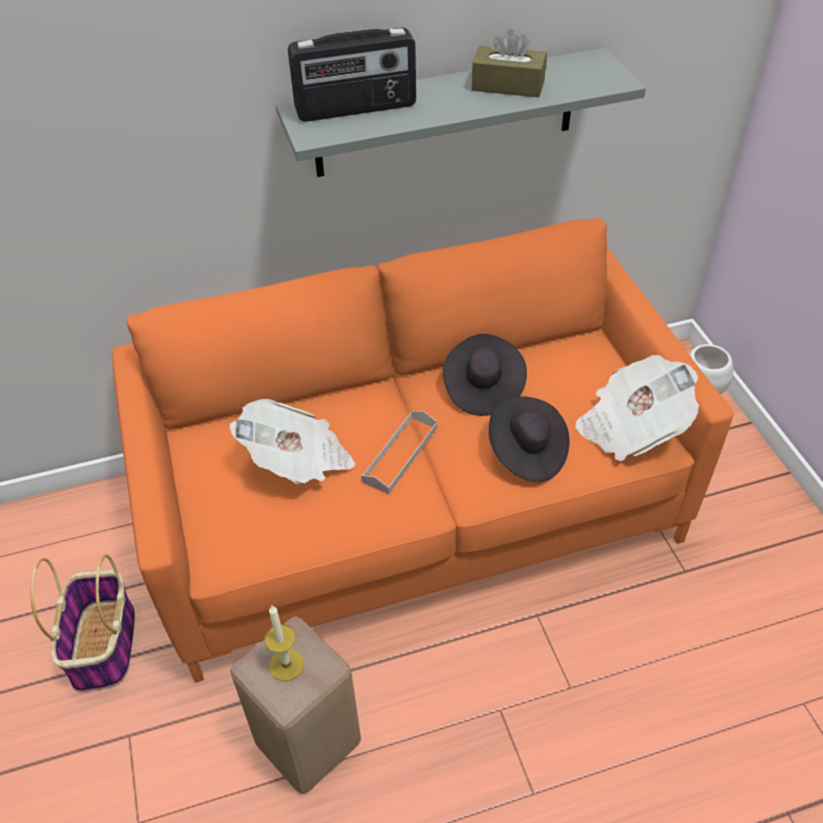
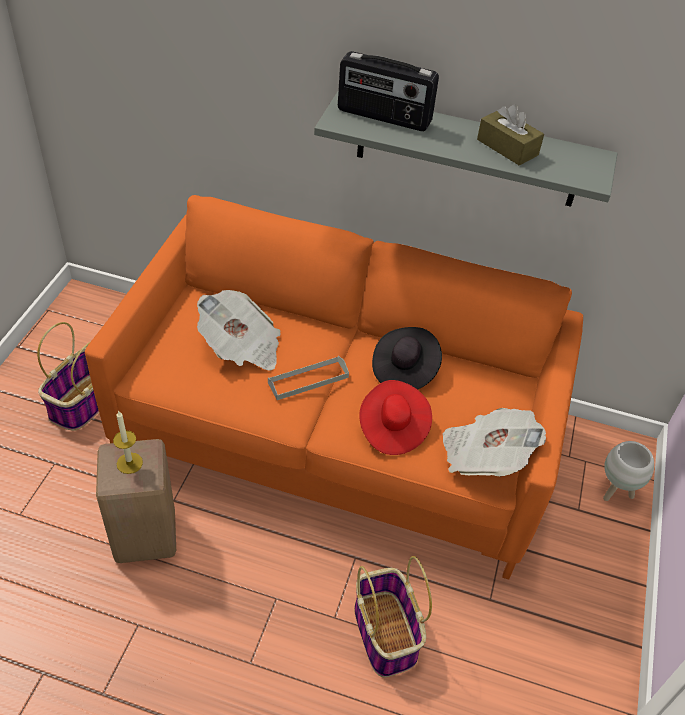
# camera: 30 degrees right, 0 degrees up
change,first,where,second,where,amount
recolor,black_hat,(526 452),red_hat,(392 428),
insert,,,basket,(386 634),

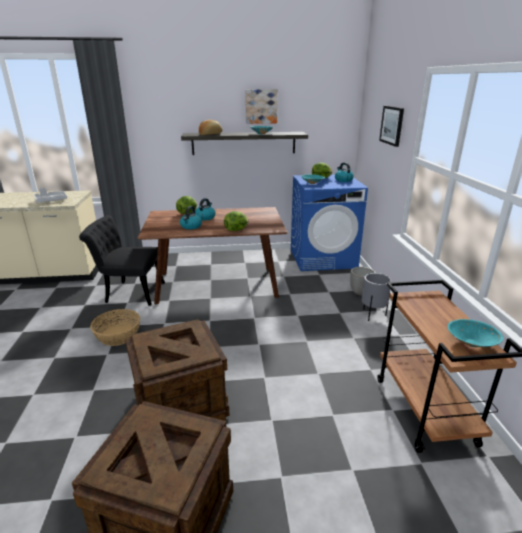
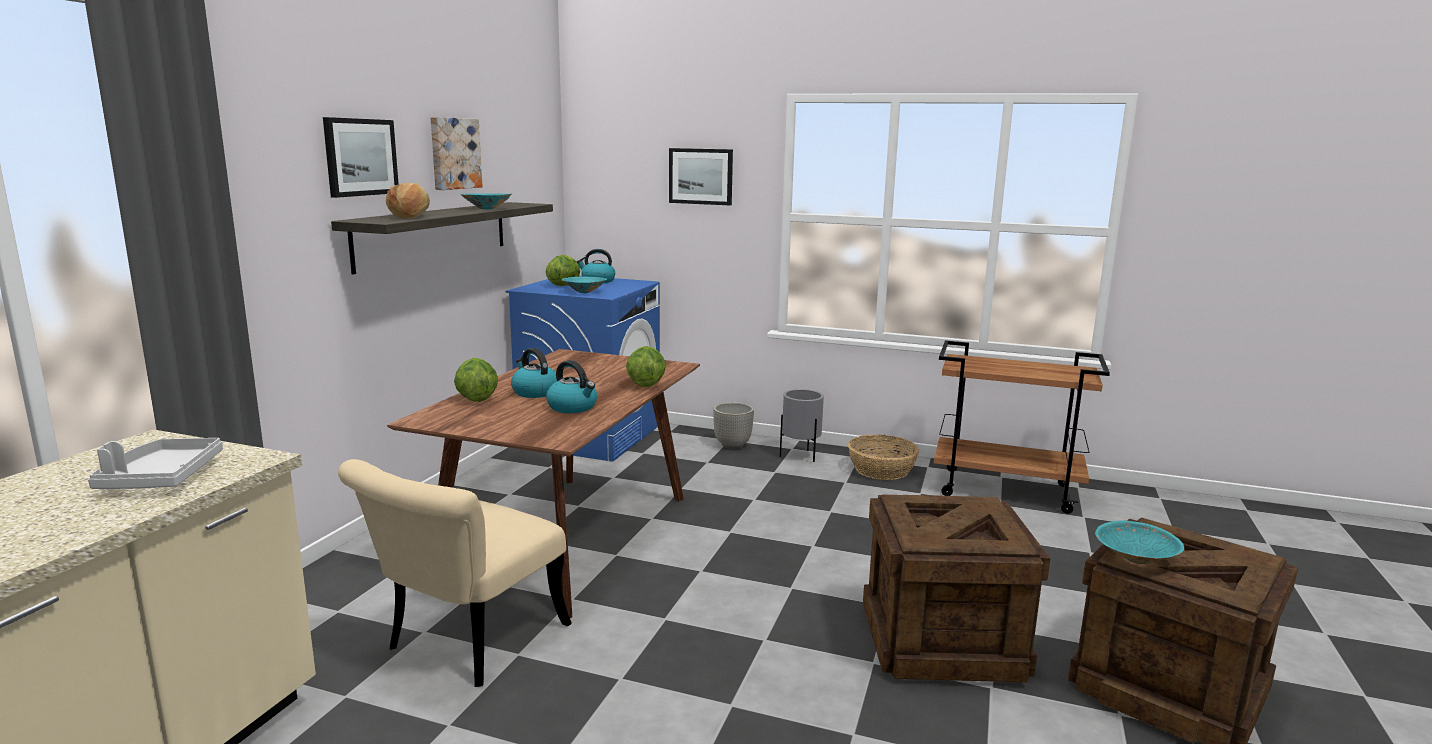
# camera: 65 degrees left, 10 degrees down
change,first,where,second,where,amount
recolor,black_chair,(129 292),beige_chair,(466 645),
move,basket,(118 335),,(881 470),
move,turquoise_bowl,(470 342),,(1134 559),
insert,,,picture,(360 157),

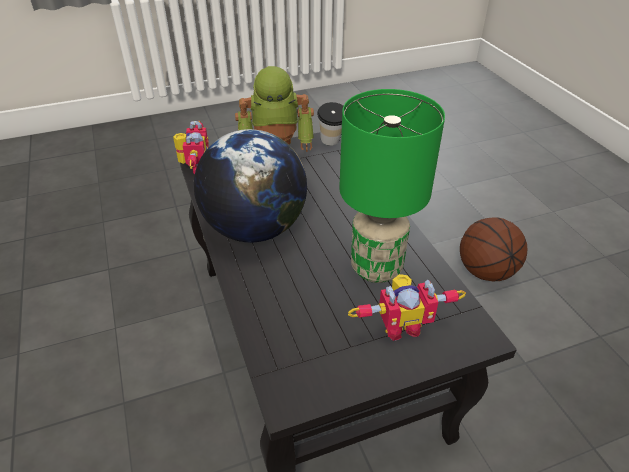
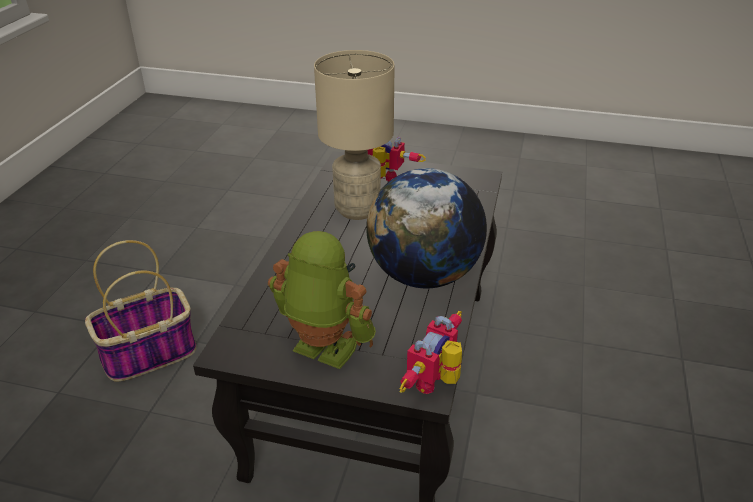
# camera: 145 degrees left, 5 degrees down
change,first,where,second,where,amount
delete,cup,(332 144),,,
recolor,green_table_lamp,(376 269),beige_table_lamp,(358 209),
replace,basketball,(485 271),basket,(148 355),

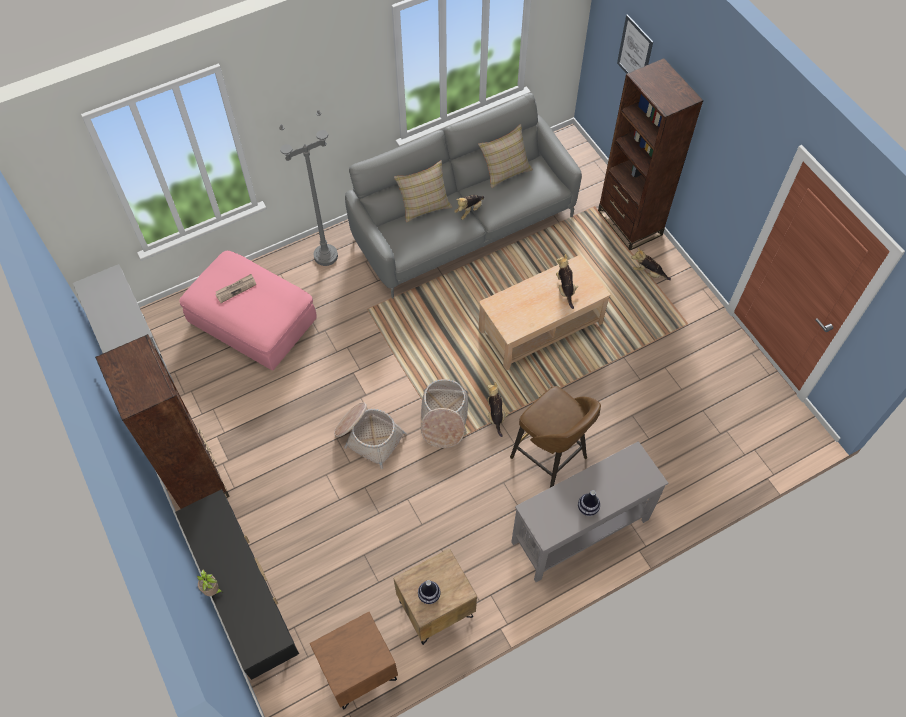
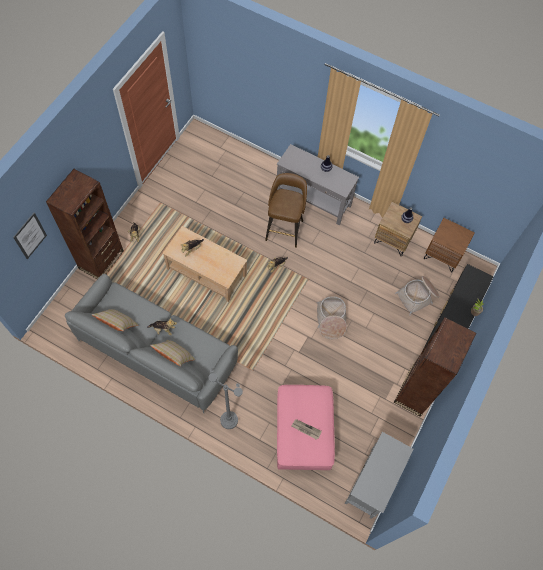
# camera: 125 degrees left, 5 degrees up
change,first,where,second,where,amount
move,basket,(443 418),,(418 296),

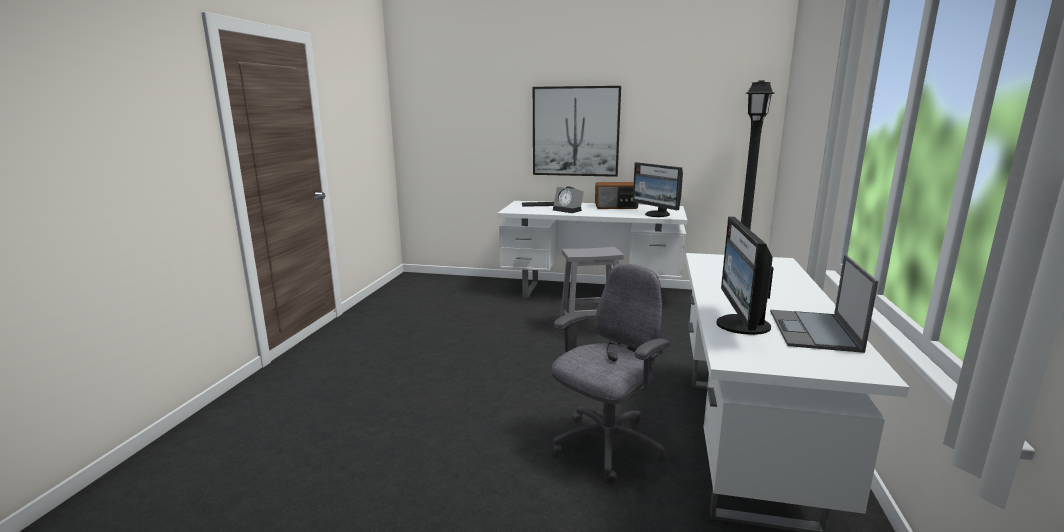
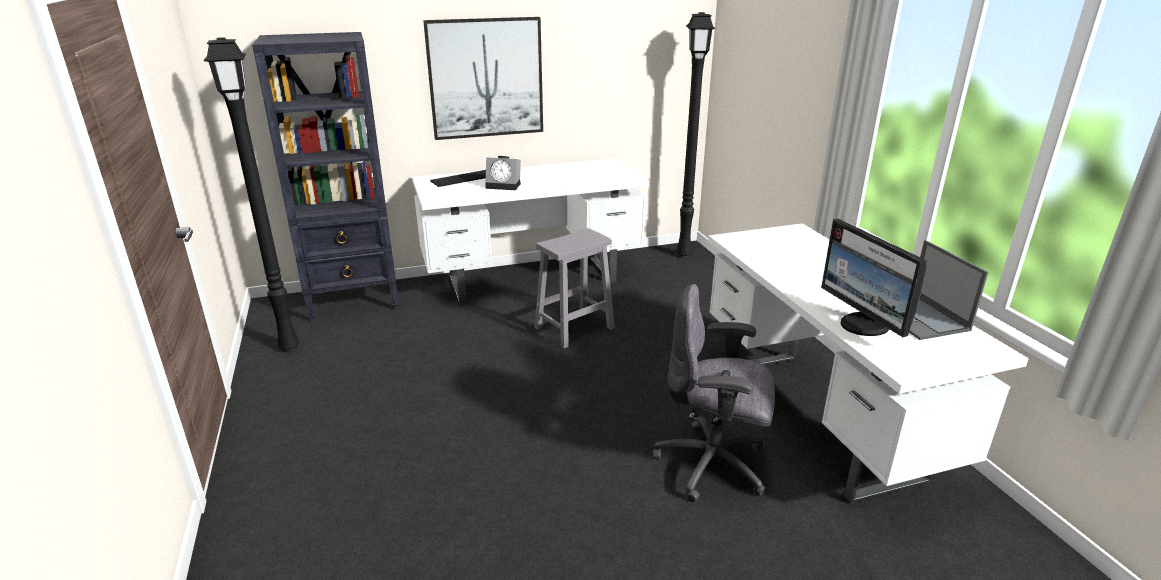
# camera: 30 degrees left, 10 degrees up
change,first,where,second,where,amount
rotate,grey_office_chair,(606 446),,(713 465),90 degrees counterclockwise
delete,radio,(616 206),,,
delete,monitor,(657 214),,,
insert,,,black_floor_lamp,(290 347),
insert,,,black_bookcase,(355 300),

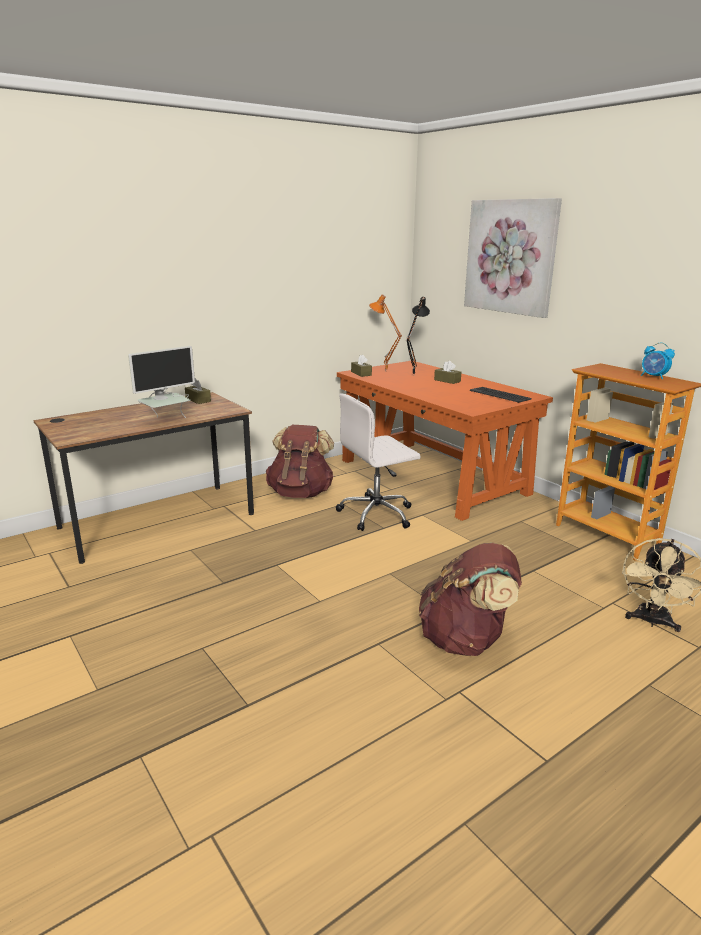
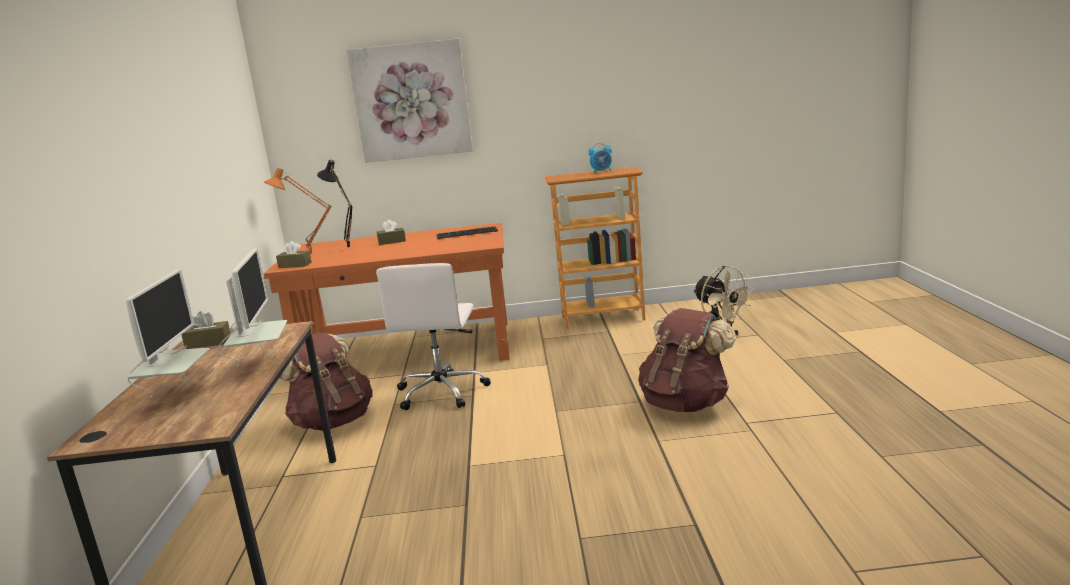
# camera: 55 degrees left, 5 degrees down
change,first,where,second,where,amount
insert,,,monitor,(177 396),

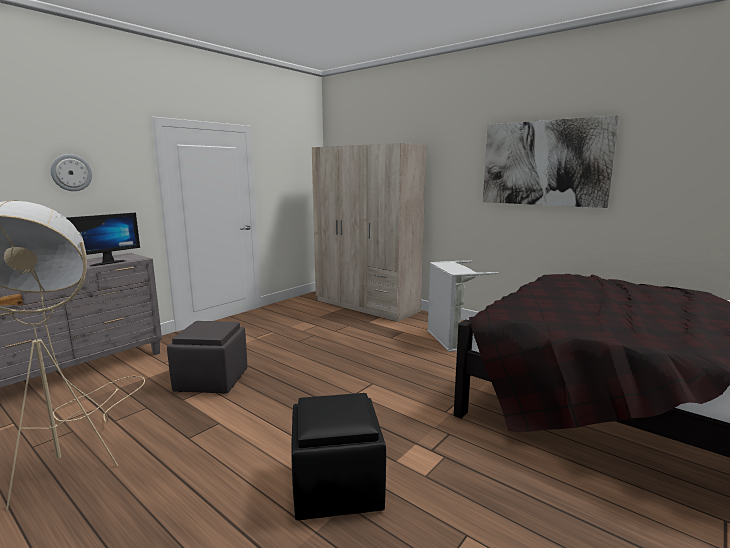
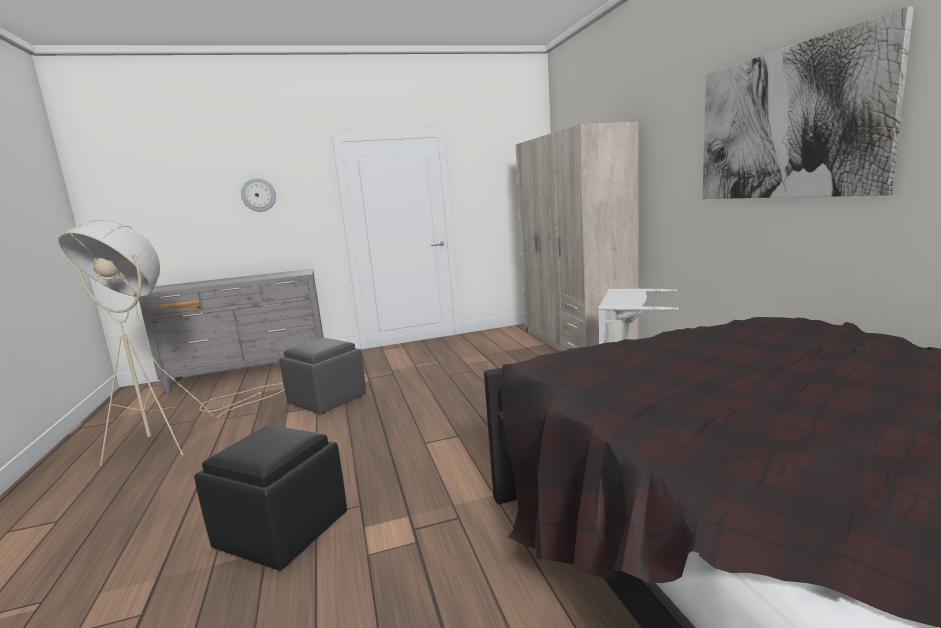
# camera: 35 degrees right, 0 degrees up
change,first,where,second,where,amount
delete,monitor,(106 263),,,

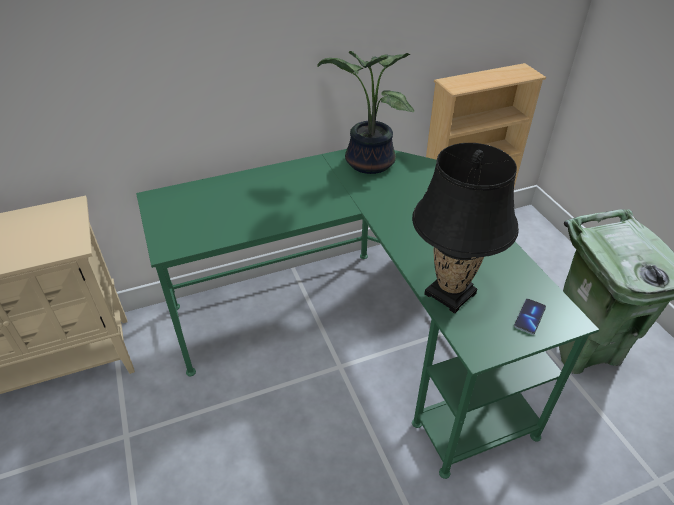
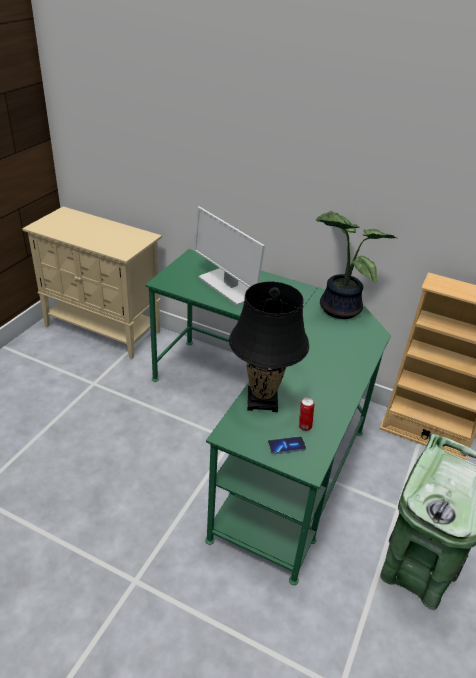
# camera: 45 degrees right, 5 degrees down
change,first,where,second,where,amount
insert,,,monitor,(228 286),
insert,,,can,(304 426),

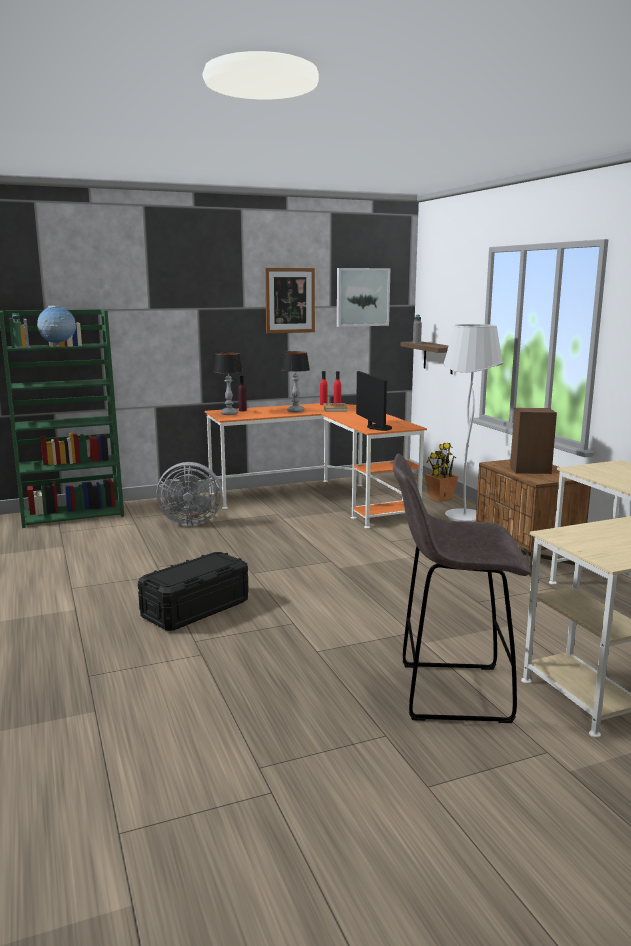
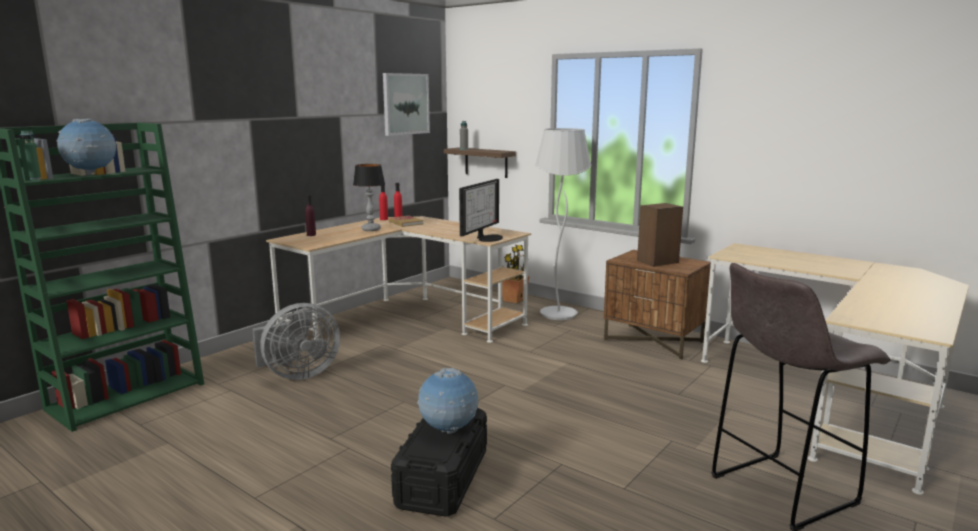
# camera: 30 degrees left, 0 degrees up
change,first,where,second,where,amount
recolor,orange_desk,(319 499),beige_desk,(405 320),
delete,table_lamp,(229 414),,,
delete,picture,(290 300),,,
rotate,monitor,(377 427),,(487 238),75 degrees clockwise
insert,,,globe,(448 430),

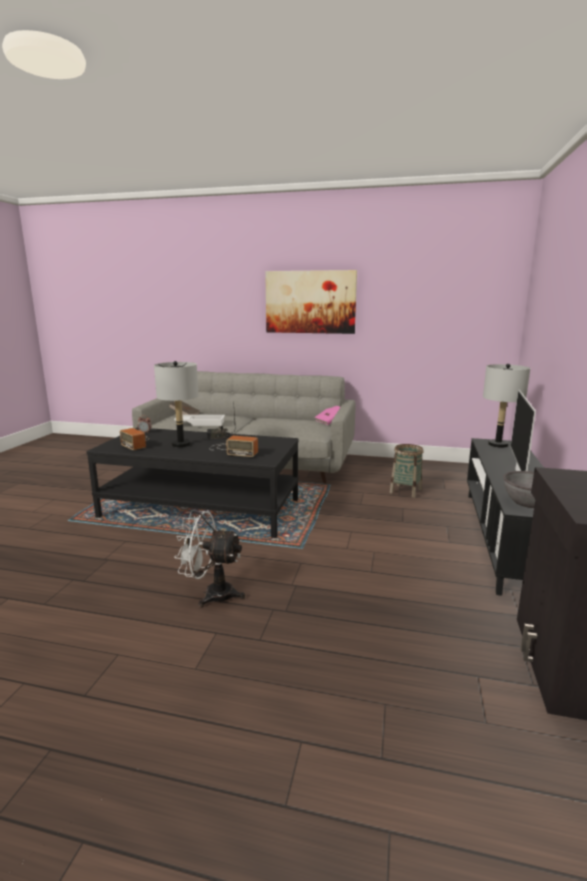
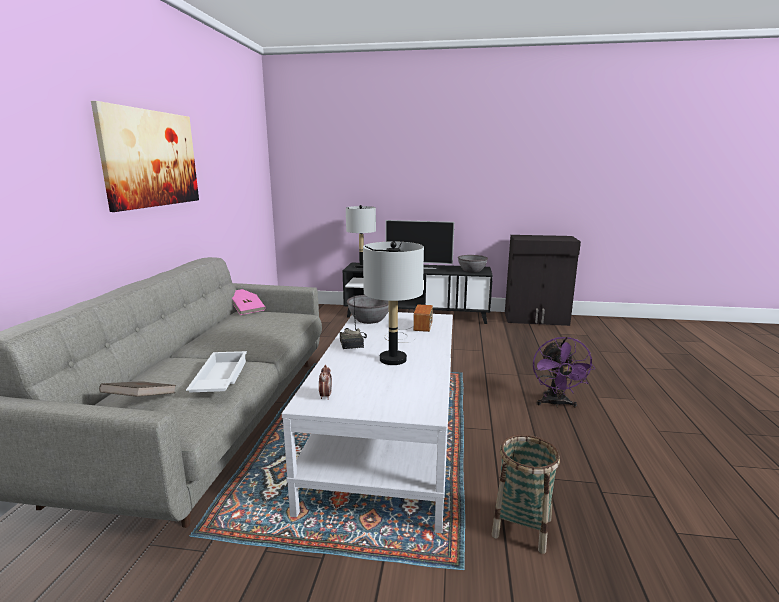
# camera: 95 degrees left, 0 degrees up
change,first,where,second,where,amount
recolor,black_coffee_table,(201 508),white_coffee_table,(388 435),
delete,radio,(136 442),,,
recolor,white_fan,(211 594),purple_fan,(555 404),
move,basket,(405 491),,(521 527),
insert,,,grey_bowl,(369 319),

